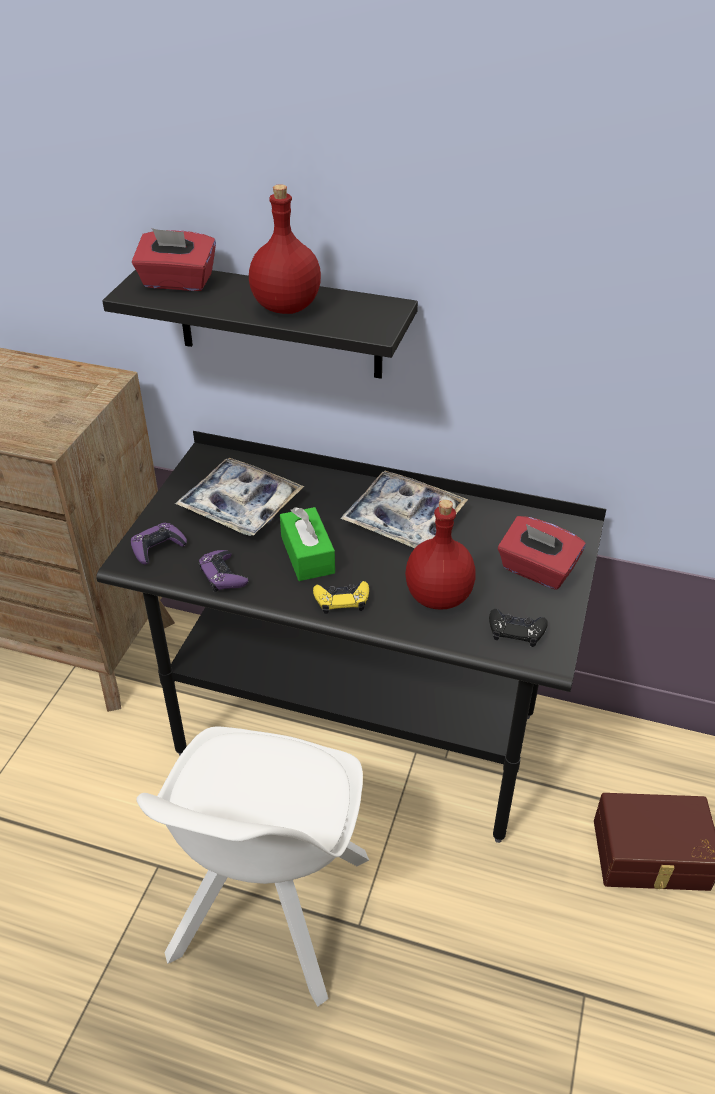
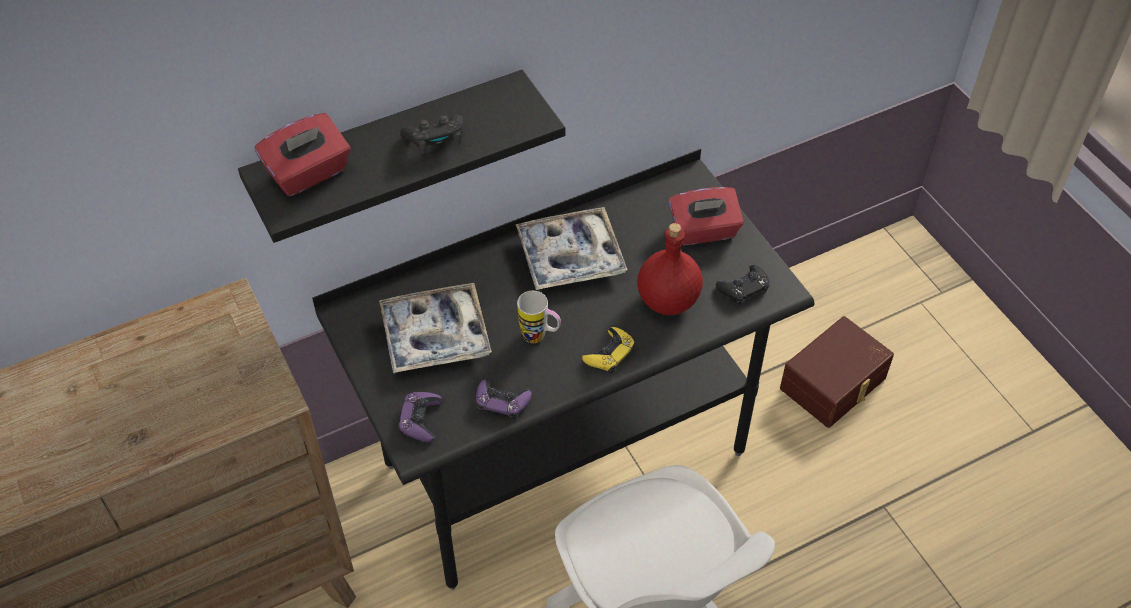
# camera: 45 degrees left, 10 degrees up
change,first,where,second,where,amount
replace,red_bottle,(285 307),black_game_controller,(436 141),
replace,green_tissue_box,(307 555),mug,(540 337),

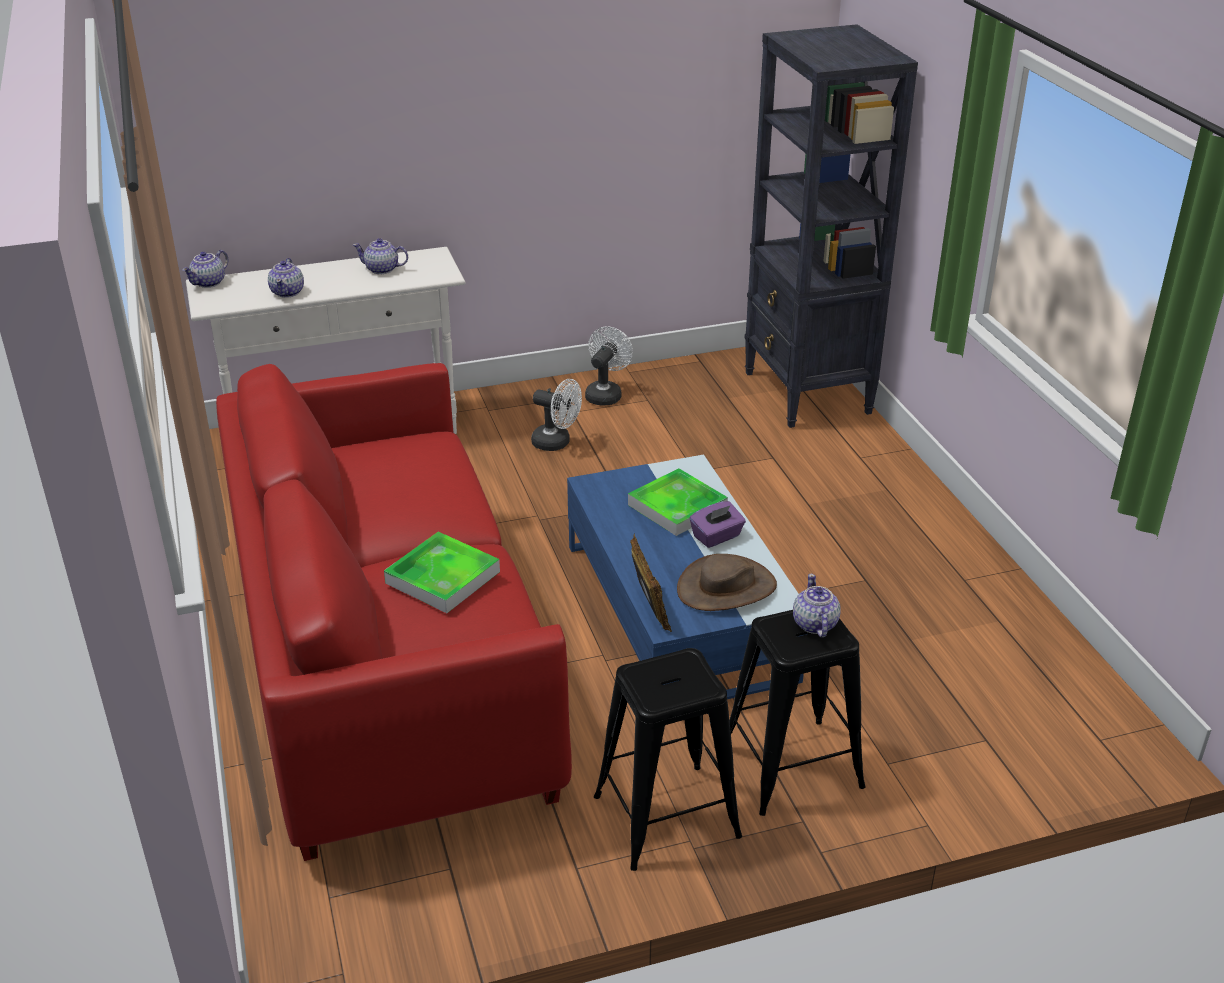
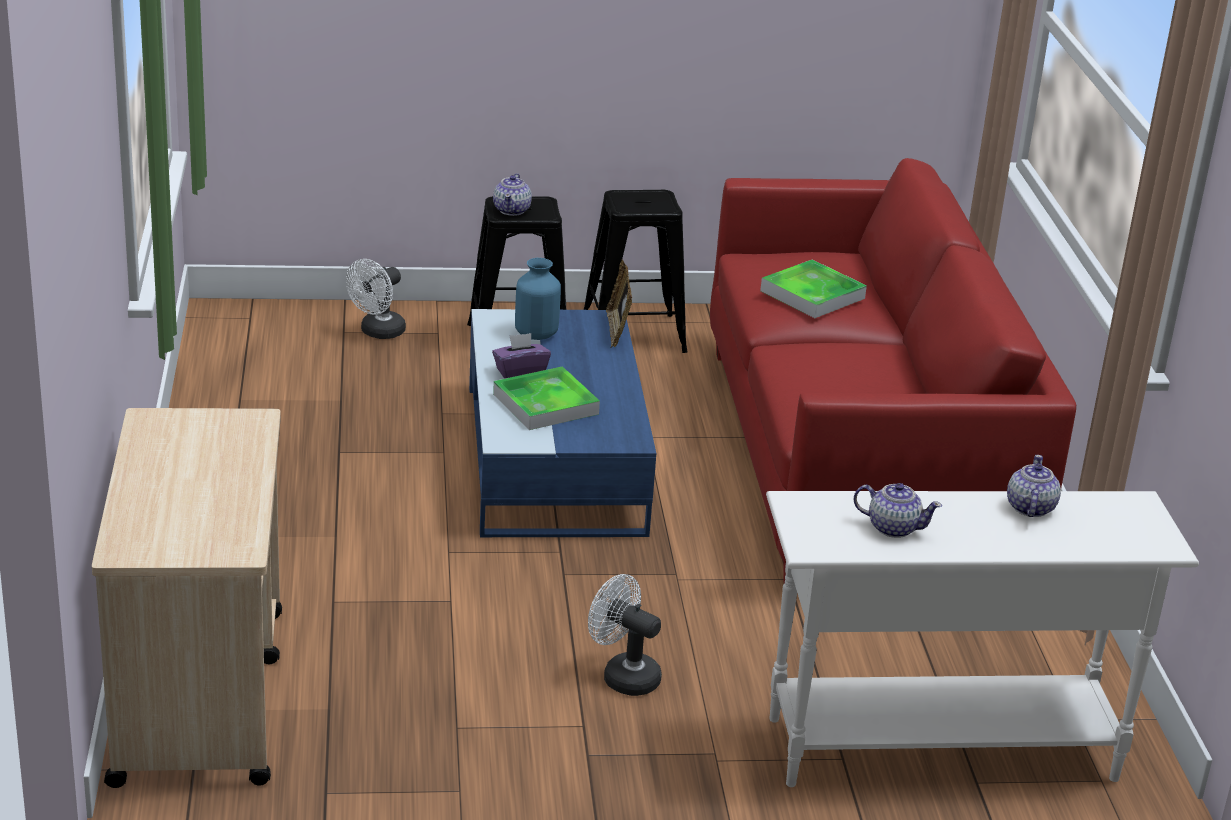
# camera: 170 degrees left, 5 degrees down
change,first,where,second,where,amount
delete,teapot,(209 283),,,
move,white_fan,(605 394),,(378 333),
replace,brown_hat,(726 588),blue_vase,(536 334),
replace,black_bookcase,(807 393),beige_cart,(200 693),

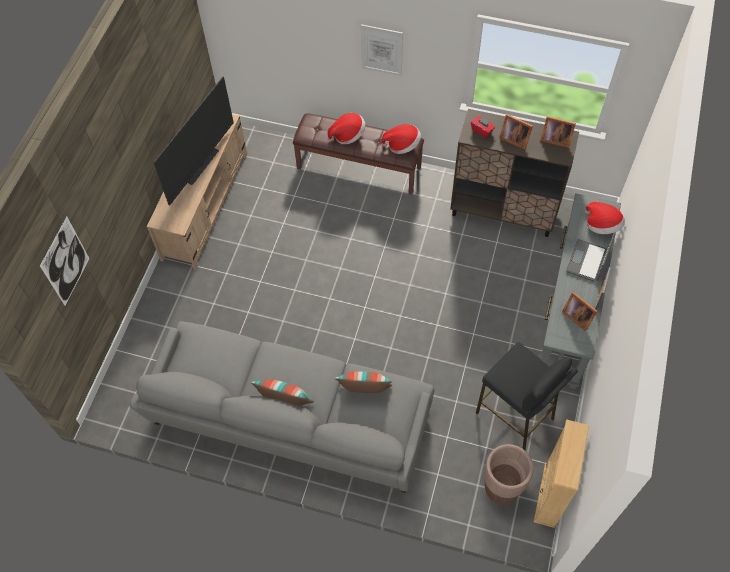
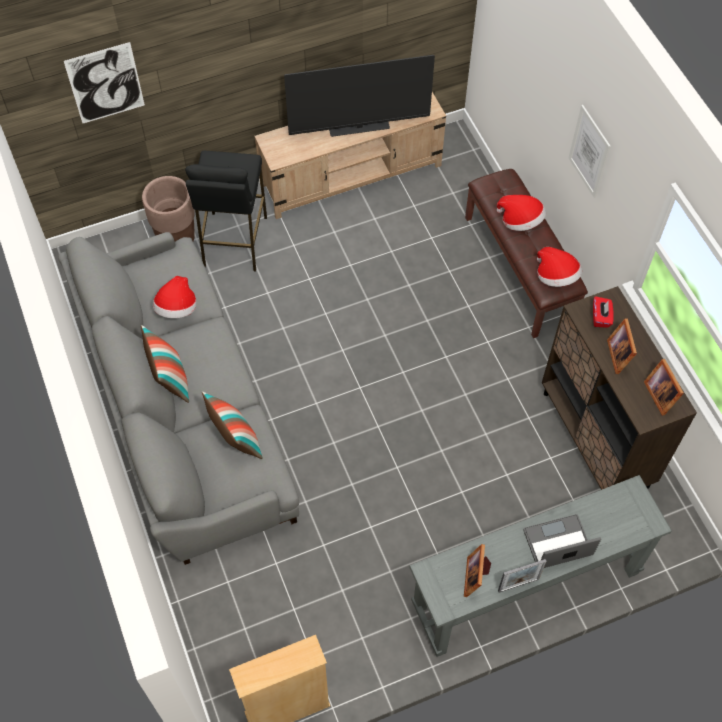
# camera: 50 degrees right, 0 degrees up
change,first,where,second,where,amount
move,black_stool,(515 416),,(234 242),
move,brown_planter,(501 489),,(177 241),
move,hat,(602 226),,(177 308),

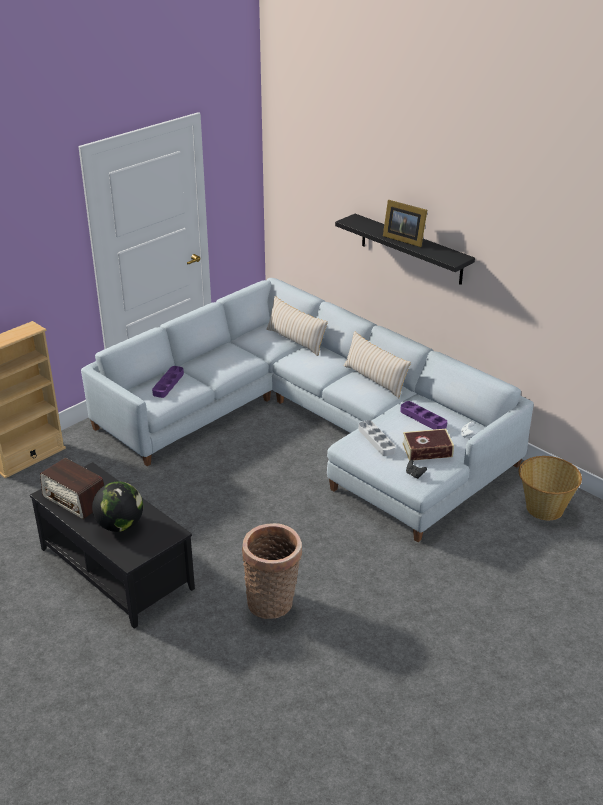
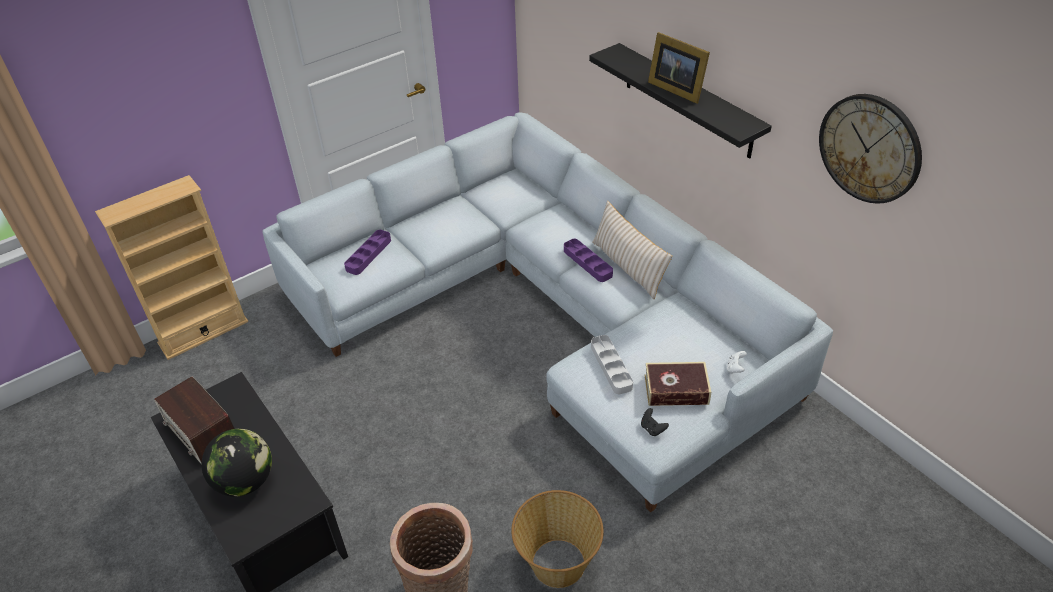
# camera: 10 degrees right, 10 degrees up
change,first,where,second,where,amount
delete,beige_pillow,(295 340),,,
move,purple_tray,(423 419),,(587 263),
move,basket,(544 508),,(557 562),
insert,,,wall_clock,(870 148),

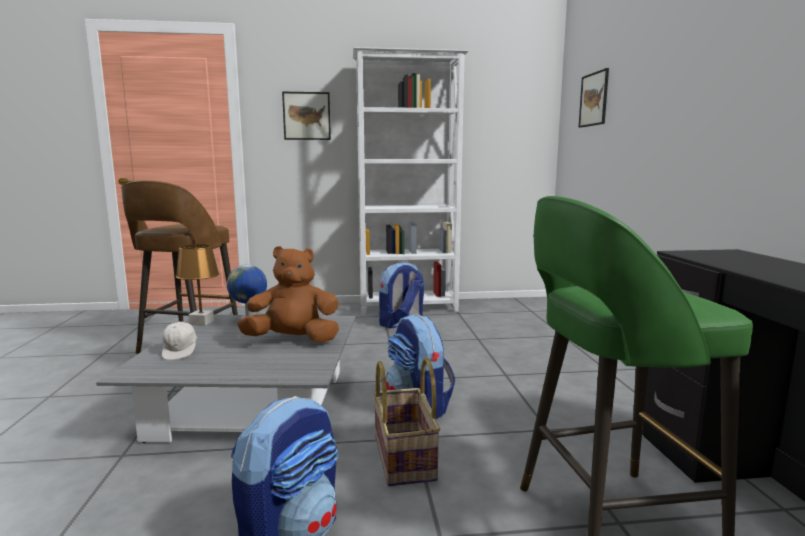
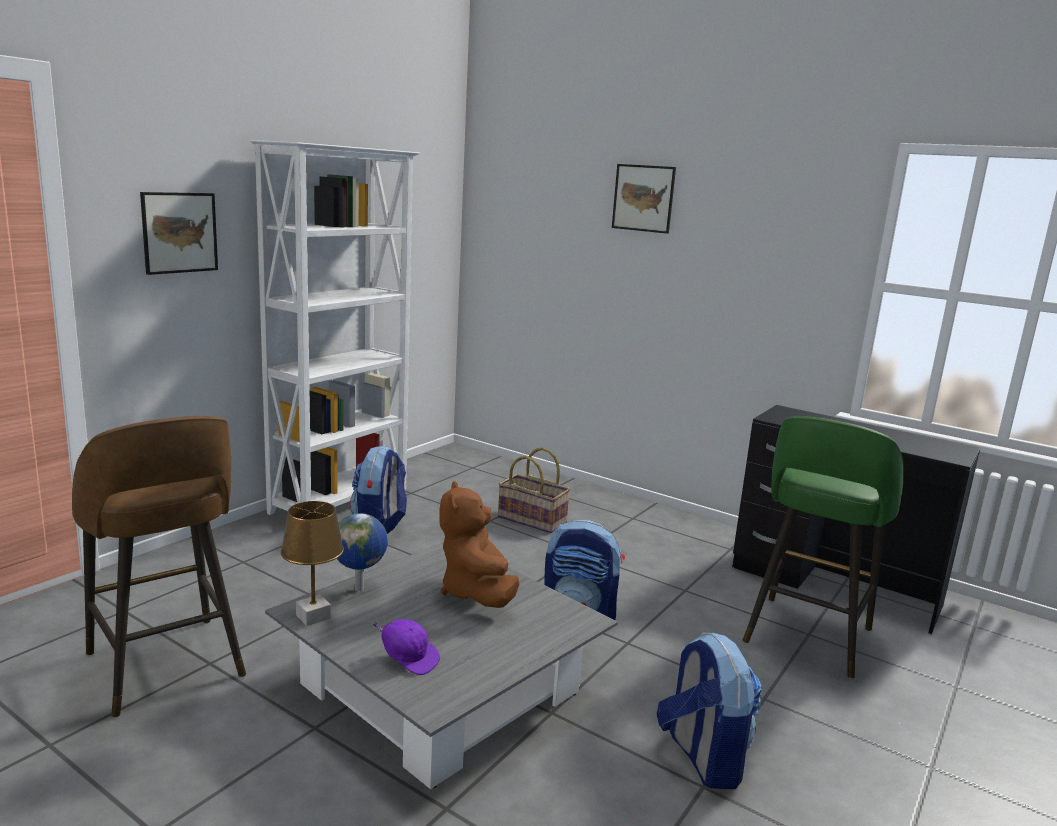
# camera: 50 degrees left, 5 degrees up
change,first,where,second,where,amount
recolor,white_cap,(180 352),purple_cap,(408 659),
rotate,brown_plush_toy,(293 340),,(476 593),45 degrees counterclockwise
move,basket,(406 457),,(533 520),
move,picture,(594 99),,(643 198),

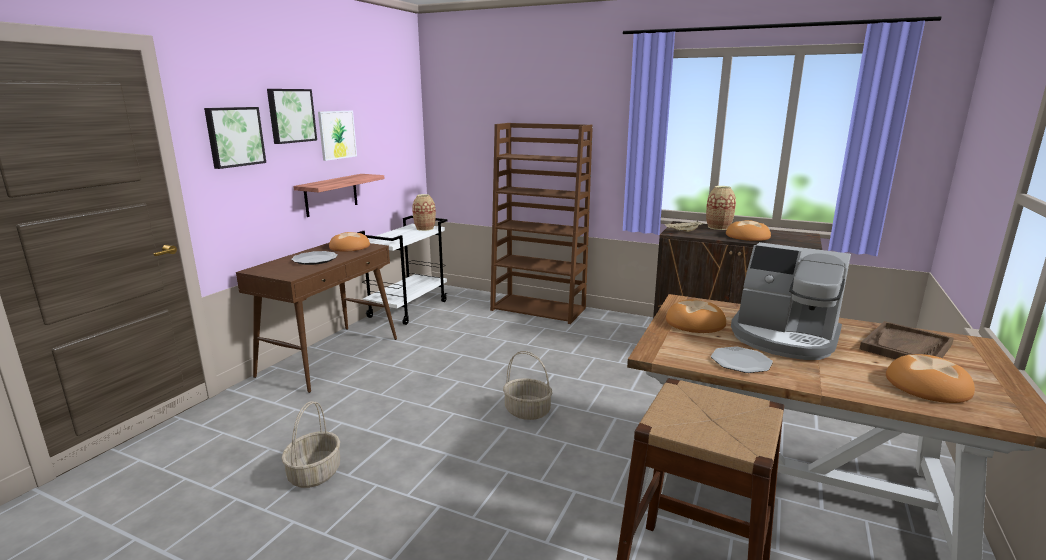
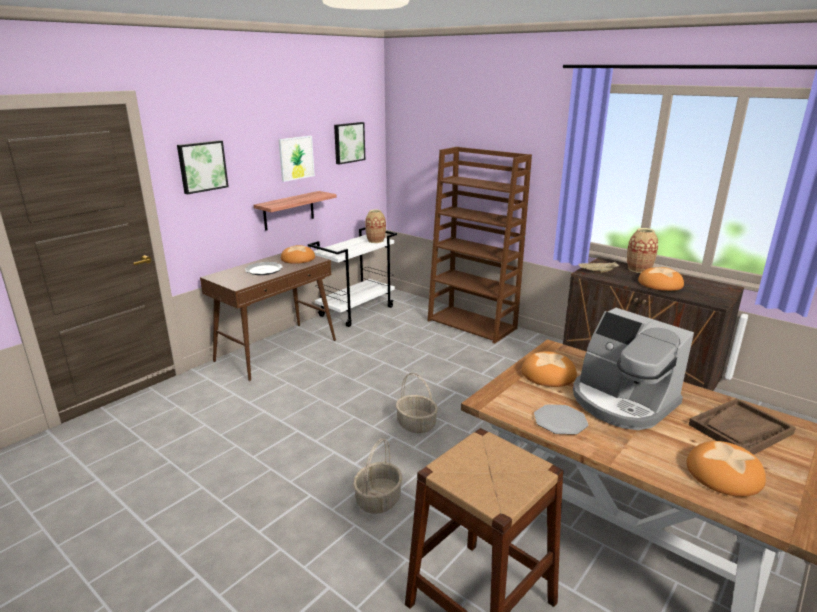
# camera: 15 degrees right, 5 degrees up
change,first,where,second,where,amount
move,picture,(290 115),,(348 142),
move,basket,(314 473),,(378 499),

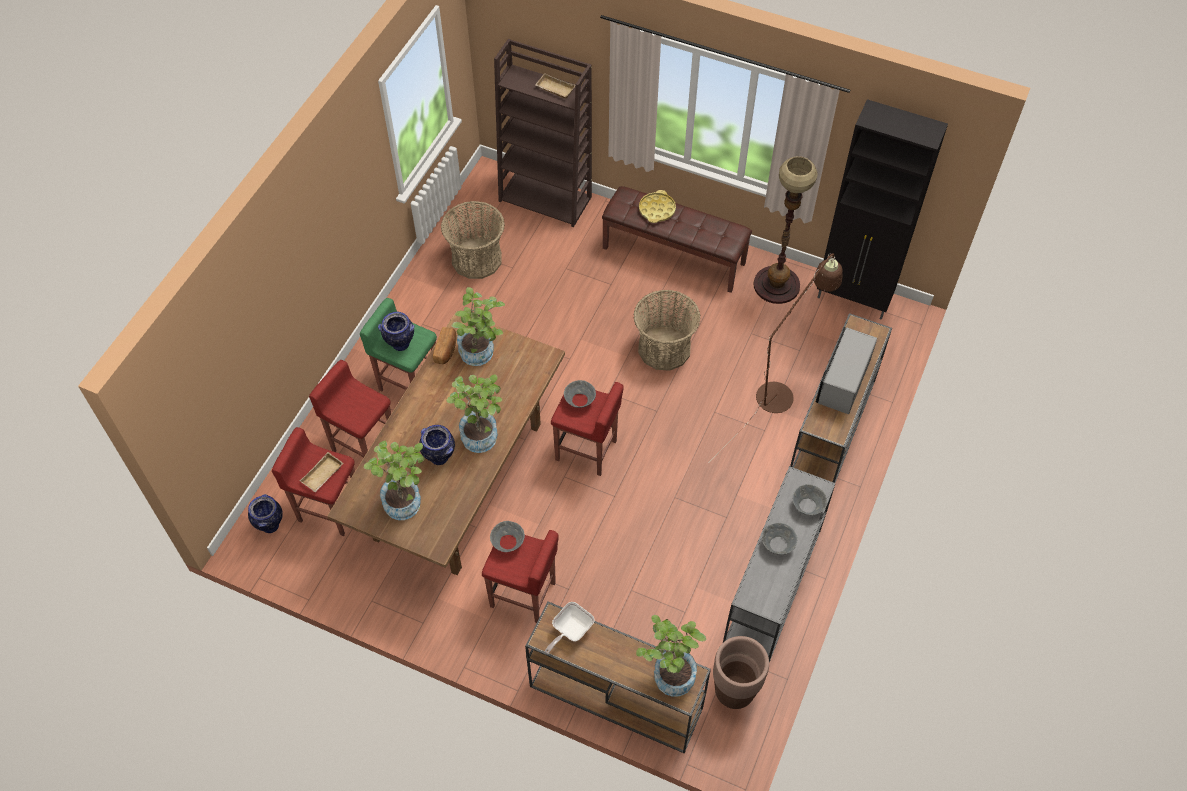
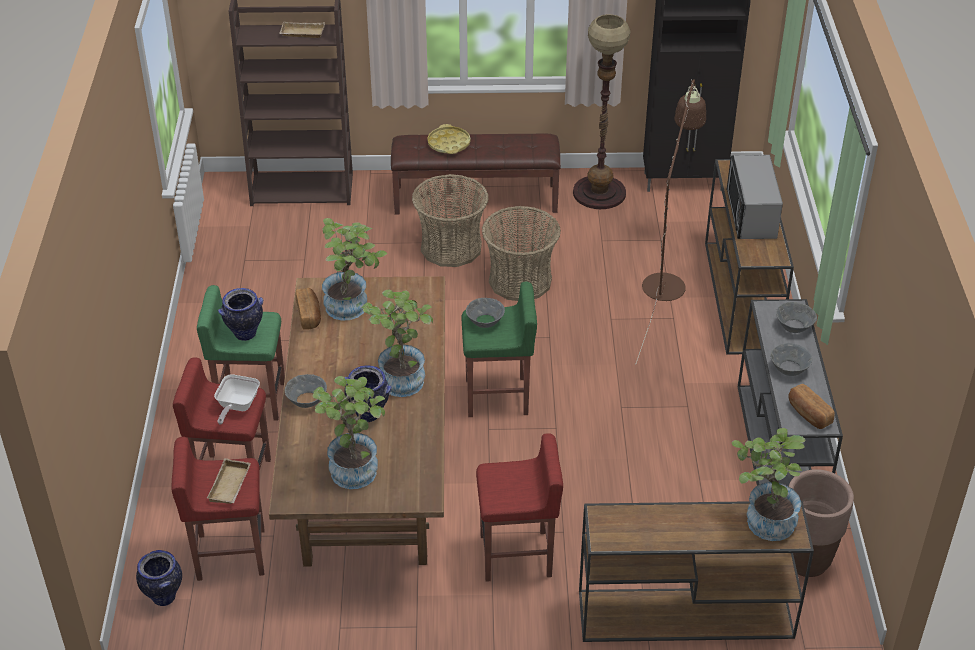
# camera: 25 degrees left, 15 degrees down
change,first,where,second,where,amount
move,basket,(476 259),,(451 247),
move,grey_bowl,(508 542),,(307 400),
move,frying_pan,(570 631),,(236 407),
recolor,red_stool,(587 451),green_stool,(498 397),
insert,,,bread,(808 414),

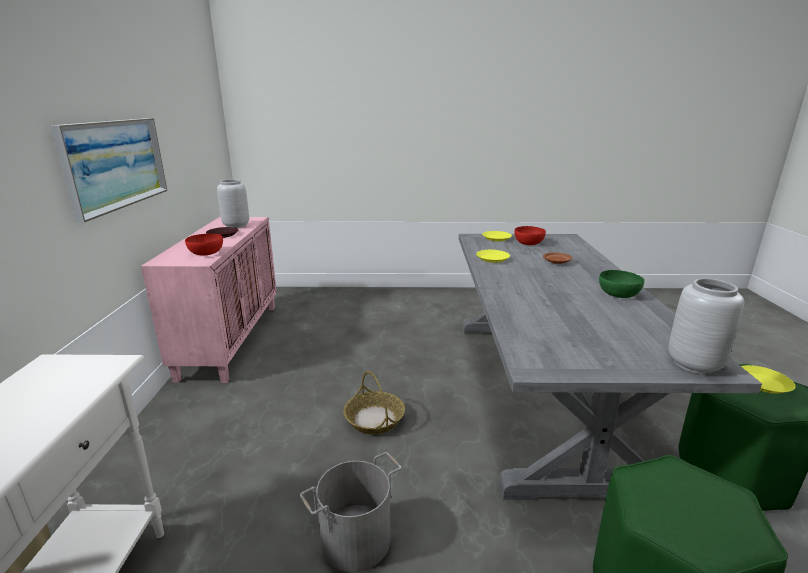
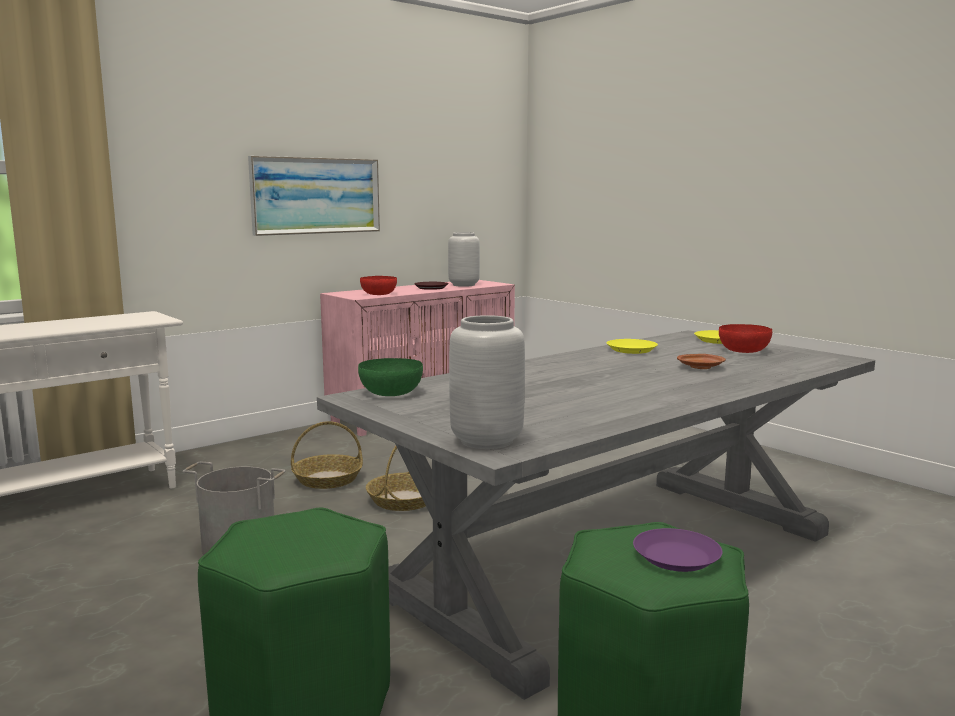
# camera: 50 degrees right, 10 degrees down
change,first,where,second,where,amount
move,green_bowl,(617 294),,(391 392),
recolor,yellow_plate,(763 384),purple_plate,(676 557),
insert,,,basket,(327 479),

